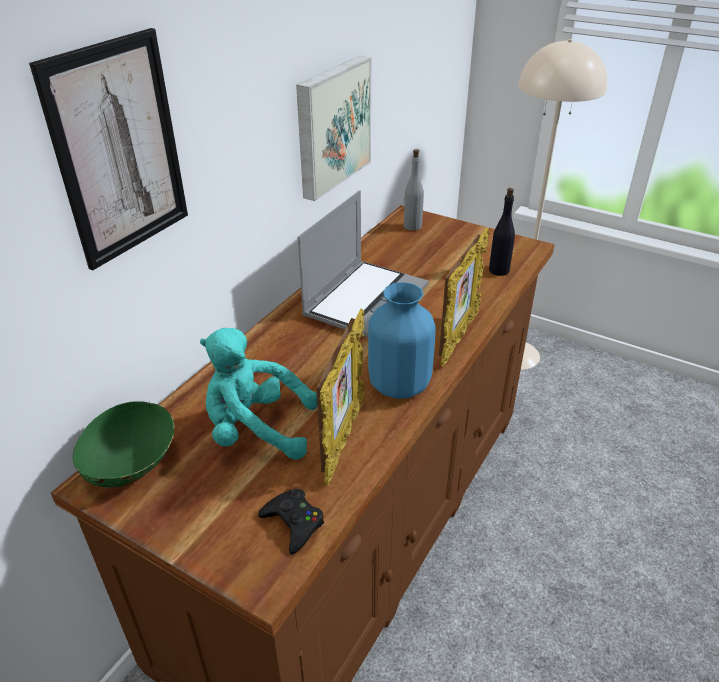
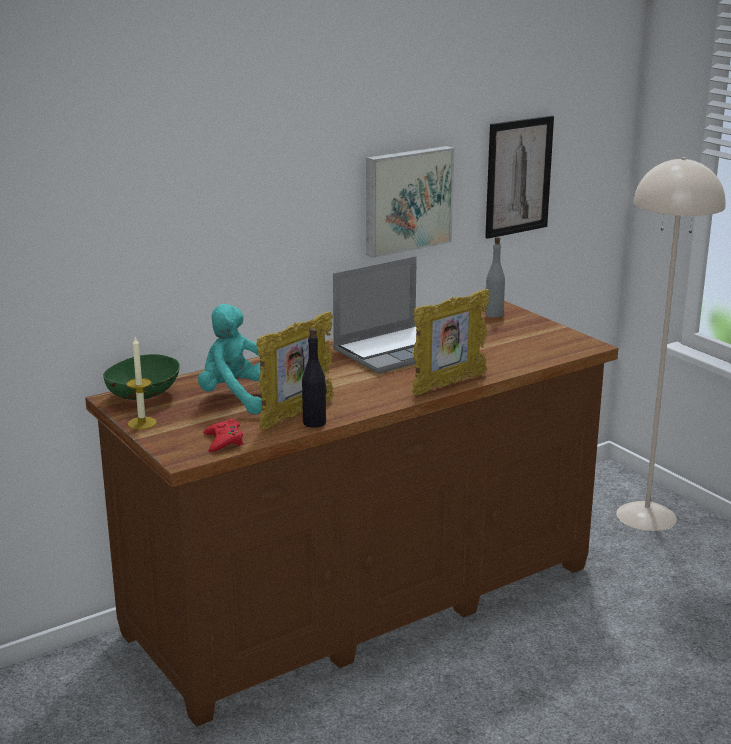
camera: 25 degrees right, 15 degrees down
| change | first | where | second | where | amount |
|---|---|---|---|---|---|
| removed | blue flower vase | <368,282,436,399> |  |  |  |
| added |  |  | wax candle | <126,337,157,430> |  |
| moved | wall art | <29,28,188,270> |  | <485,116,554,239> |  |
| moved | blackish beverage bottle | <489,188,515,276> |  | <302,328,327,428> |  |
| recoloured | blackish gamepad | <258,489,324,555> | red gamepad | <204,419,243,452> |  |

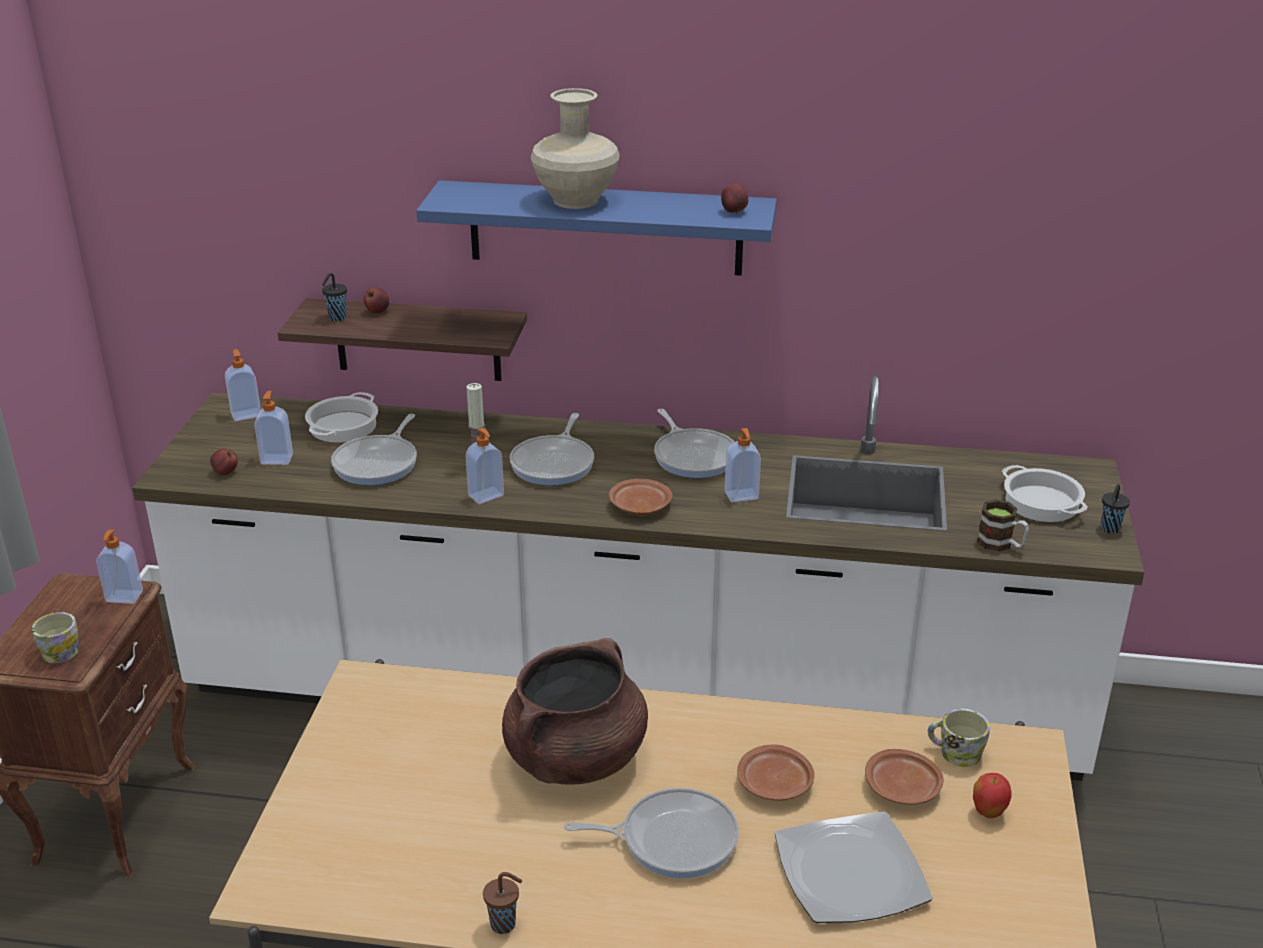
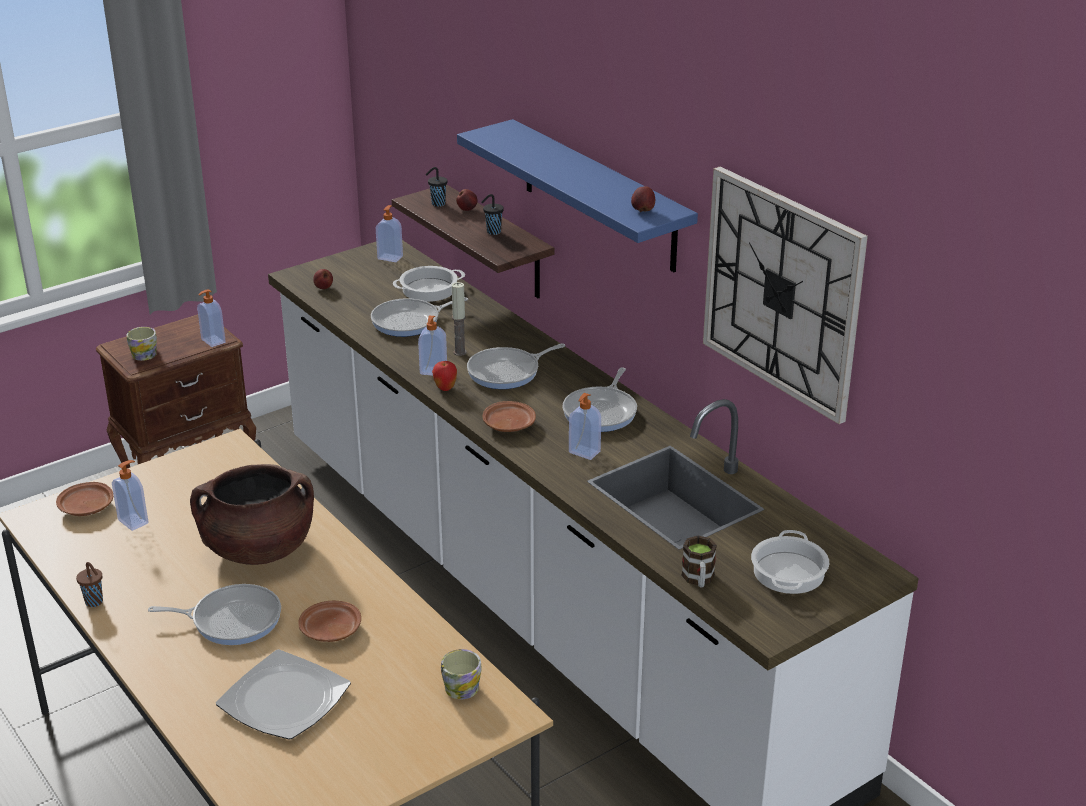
camera: 45 degrees right, 0 degrees up
| change | first | where | second | where | amount |
|---|---|---|---|---|---|
| removed | beige-coloured flower vase | <530,88,620,209> |  |  |  |
| added |  |  | clock on the wall | <703,166,868,424> |  |
| moved | soap bottle | <254,391,293,465> |  | <112,460,148,531> |  |
| moved | brown-coloured dinner plate | <865,749,944,805> |  | <56,482,113,516> |  |
| moved | whole apple | <973,773,1012,818> |  | <432,361,457,391> |  |
| moved | blackish drinking cup | <1101,484,1130,534> |  | <481,194,504,235> |  |
| turned | frying pan | <564,788,739,879> |  | <148,584,281,645> | 45 degrees counterclockwise |

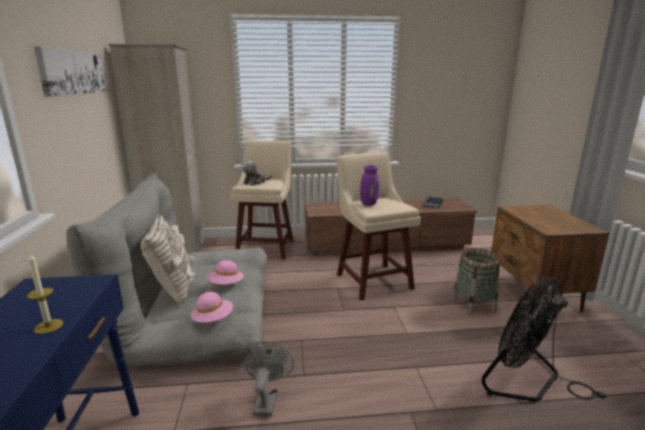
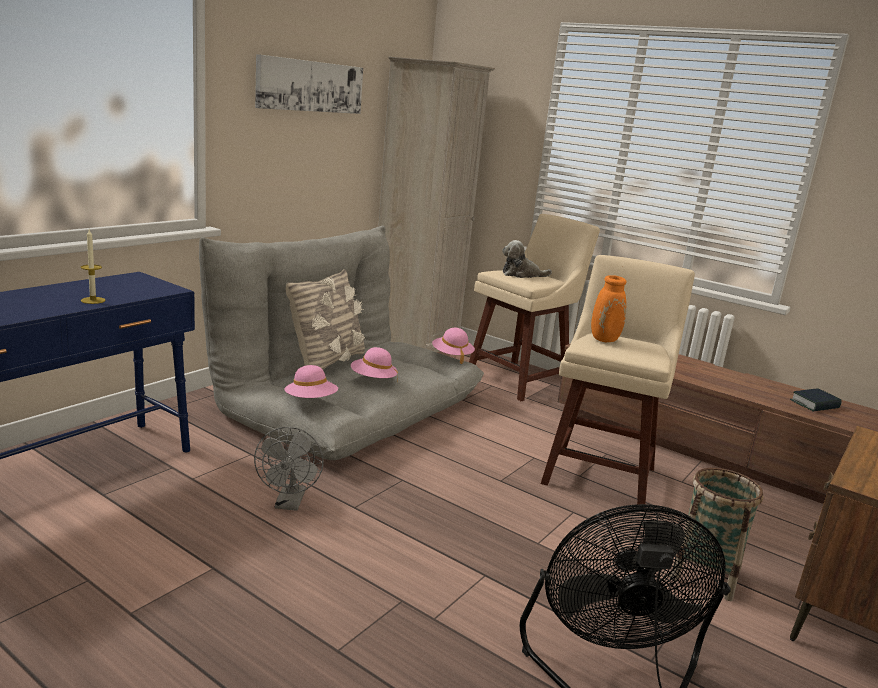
camera: 40 degrees right, 0 degrees up
| change | first | where | second | where | amount |
|---|---|---|---|---|---|
| added |  |  | pink wearable hat | <432,328,475,364> |  |
| recoloured | purple flower vase | <360,165,379,206> | orange-coloured flower vase | <591,275,627,342> |  |
| turned | greyish cooling fan | <240,341,294,417> |  | <254,427,323,511> | 135 degrees clockwise |

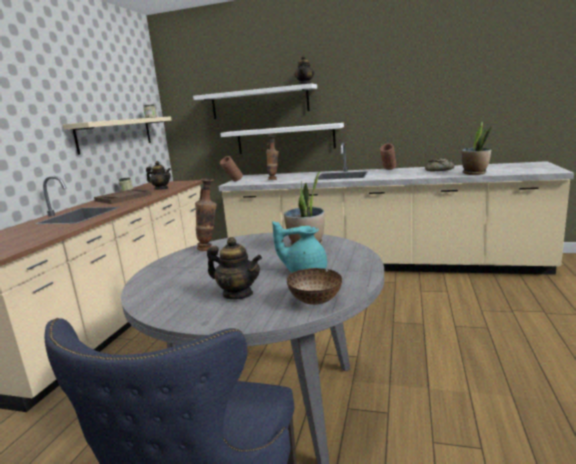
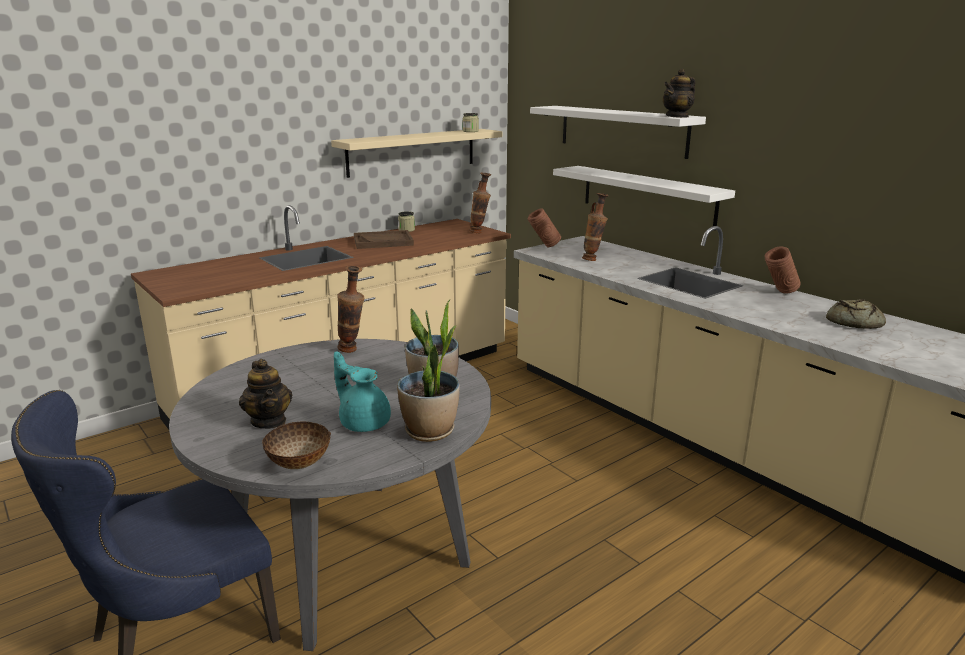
camera: 35 degrees right, 5 degrees up
| change | first | where | second | where | amount |
|---|---|---|---|---|---|
| removed | pot for tea | <146,161,171,190> |  |  |  |
| added |  |  | flower vase | <469,173,491,233> |  |
| moved | plant in a pot | <462,122,492,175> |  | <397,325,460,442> |  |

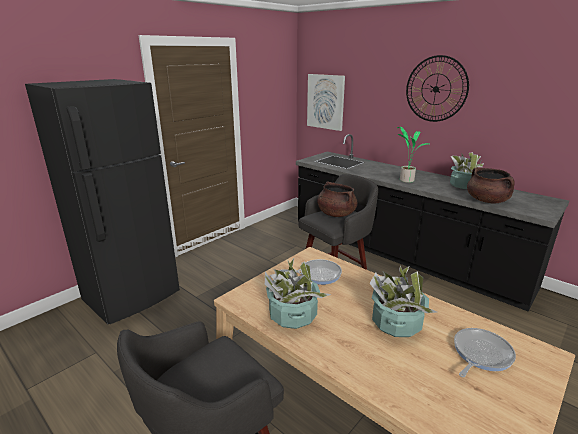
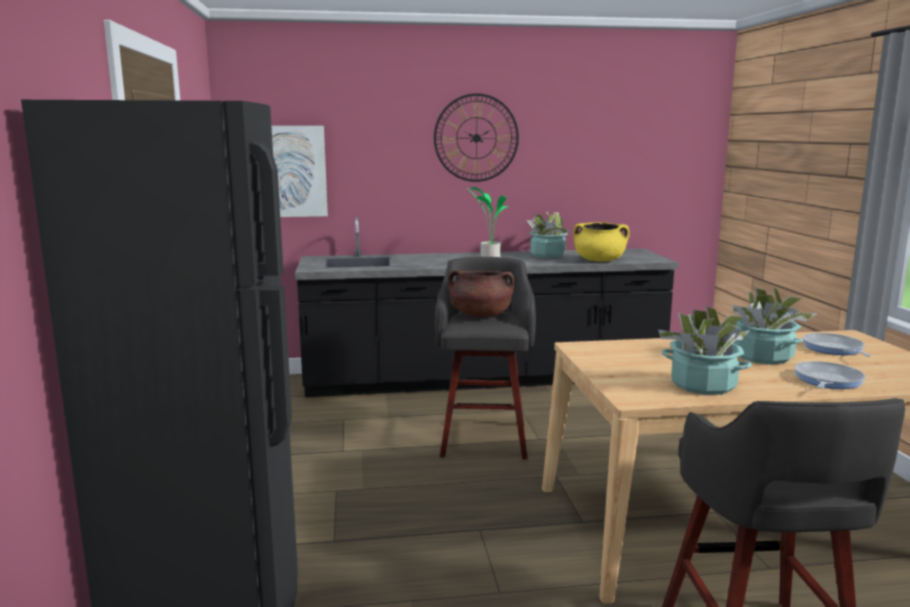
camera: 50 degrees left, 10 degrees down
| change | first | where | second | where | amount |
|---|---|---|---|---|---|
| moved | frying pan | <279,259,342,285> |  | <794,361,865,389> |  |
| recoloured | brown-coloured saucepot | <467,168,514,204> | yellow-coloured saucepot | <573,222,630,262> |  |

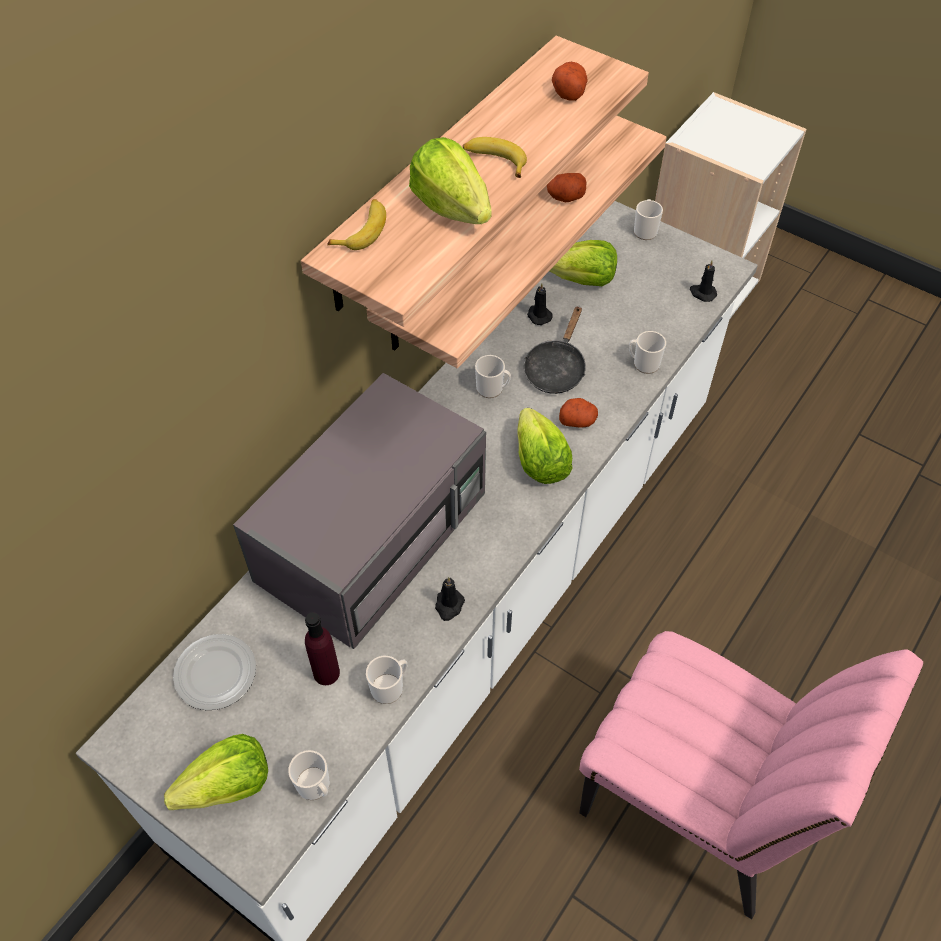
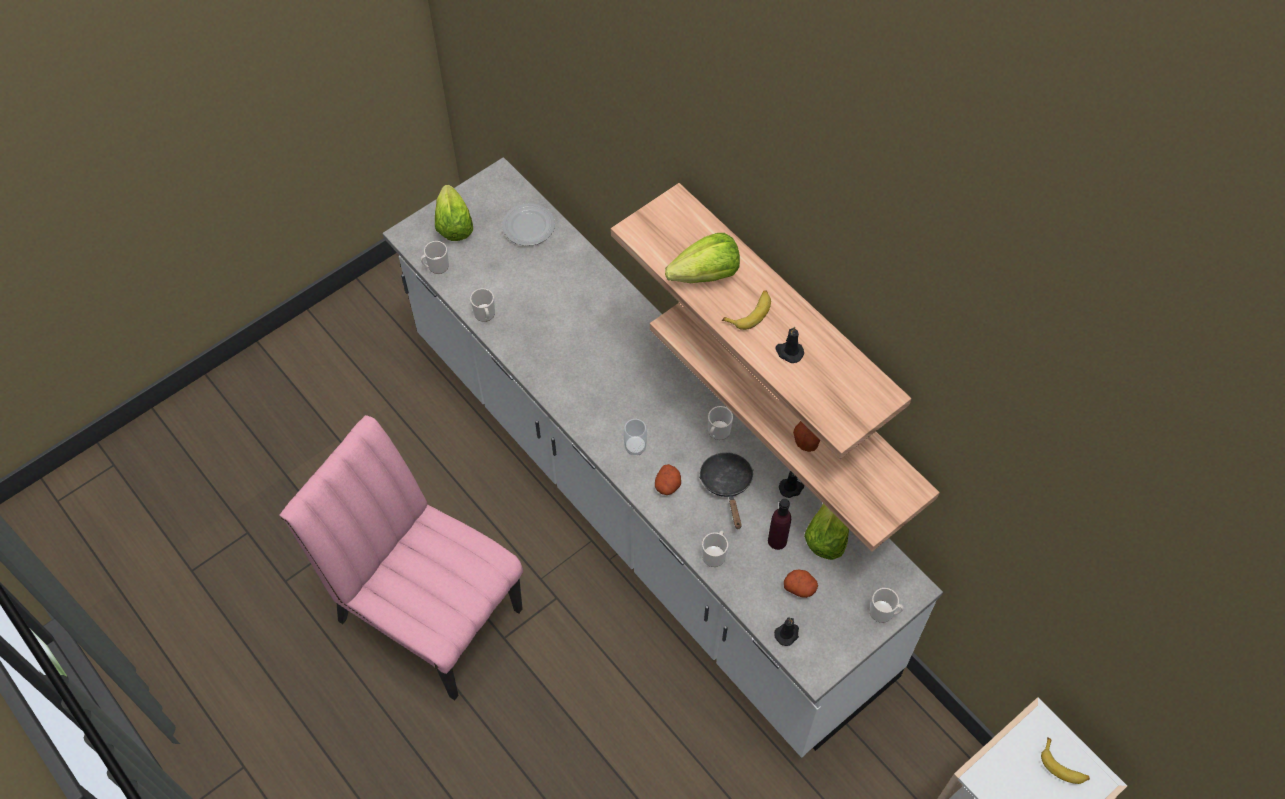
camera: 105 degrees right, 5 degrees up
| change | first | where | second | where | amount |
|---|---|---|---|---|---|
| removed | greyish microwave oven | <233,373,486,649> |  |  |  |
| moved | purple beverage bottle | <305,613,340,685> |  | <768,499,791,550> |  |
| moved | whole banana | <327,199,386,250> |  | <1041,737,1090,784> |  |
| moved | blackish wax candle | <435,577,465,621> |  | <775,326,804,363> |  |
| moved | spud | <552,62,588,101> |  | <784,569,818,598> |  |
| replaced | lettuce | <517,408,573,484> | drinking cup | <624,419,647,455> |  |
| turned | blackish frying pan | <524,306,586,394> |  | <699,452,754,529> | 45 degrees clockwise |
| turned | pink chair | <579,631,923,919> |  | <279,415,523,700> | 75 degrees clockwise |

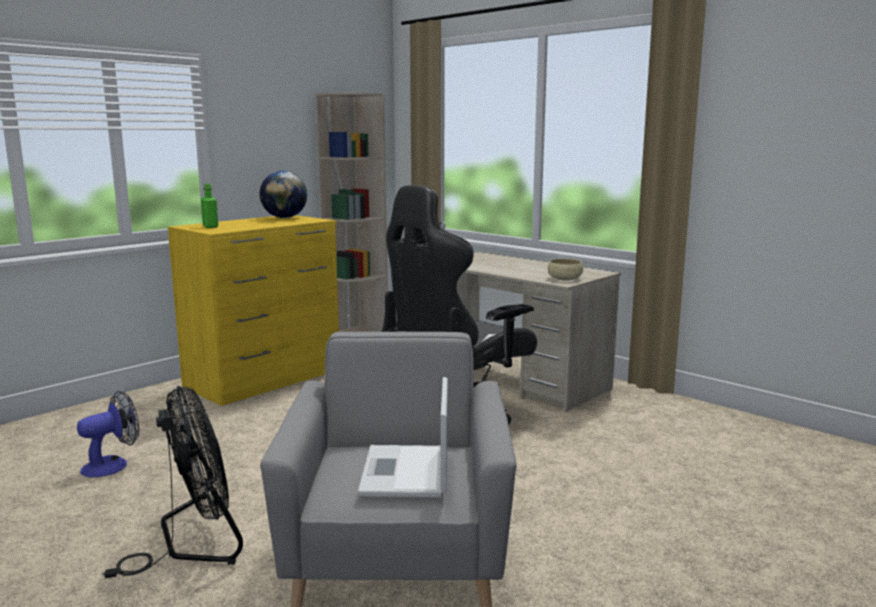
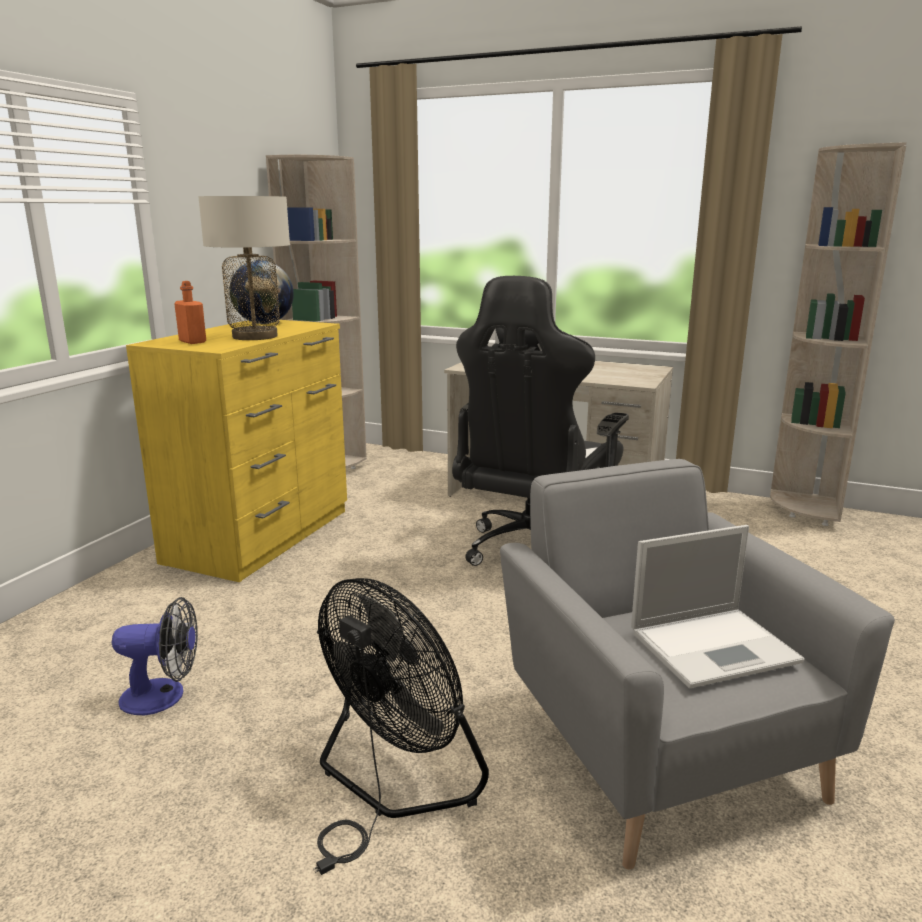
camera: 20 degrees left, 5 degrees up
| change | first | where | second | where | amount |
|---|---|---|---|---|---|
| removed | beige-coloured deep dish | <548,259,583,281> |  |  |  |
| added |  |  | lamp for a table | <198,196,290,340> |  |
| added |  |  | beige-coloured shelving unit | <770,142,907,526> |  |
| recoloured | greenish beverage bottle | <201,183,218,228> | orange-coloured beverage bottle | <174,281,206,344> |  |
| turned | cooling fan | <77,391,139,477> |  | <112,597,198,715> | 60 degrees clockwise |
| turned | laptop | <358,377,448,497> |  | <631,525,805,688> | 90 degrees counterclockwise |

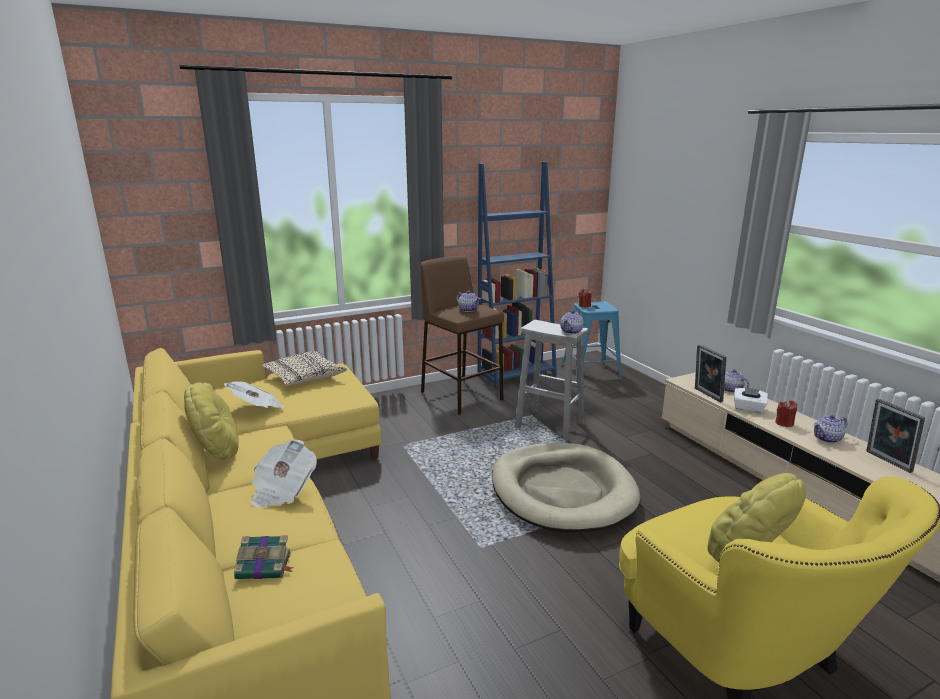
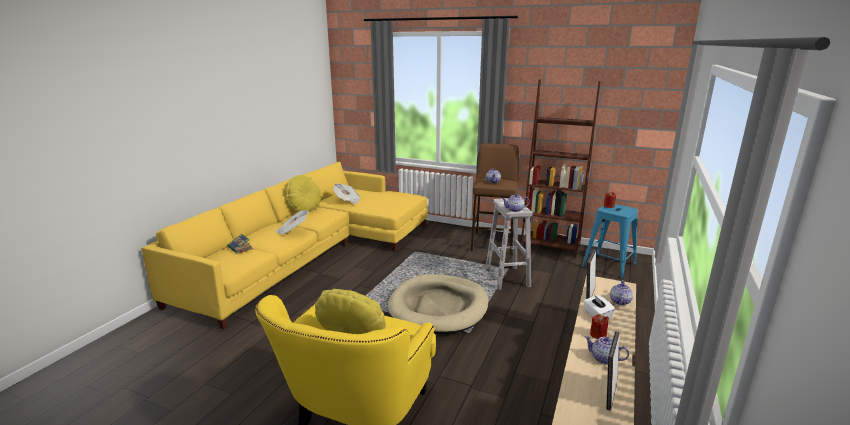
camera: 50 degrees right, 0 degrees up
| change | first | where | second | where | amount |
|---|---|---|---|---|---|
| removed | beige-coloured throw pillow | <262,351,347,386> |  |  |  |
| recoloured | blue shelving unit | <478,162,557,390> | brown-coloured shelving unit | <521,79,601,258> |  |

